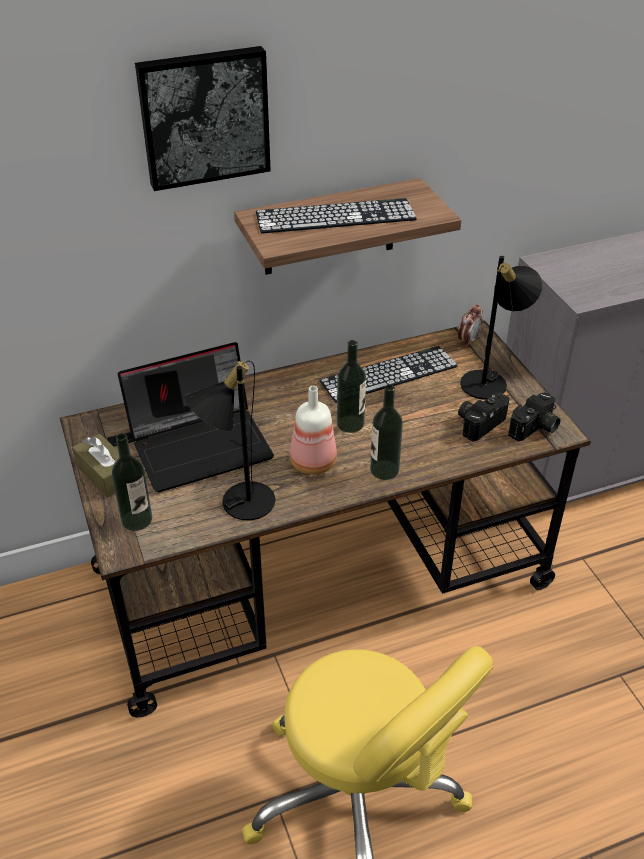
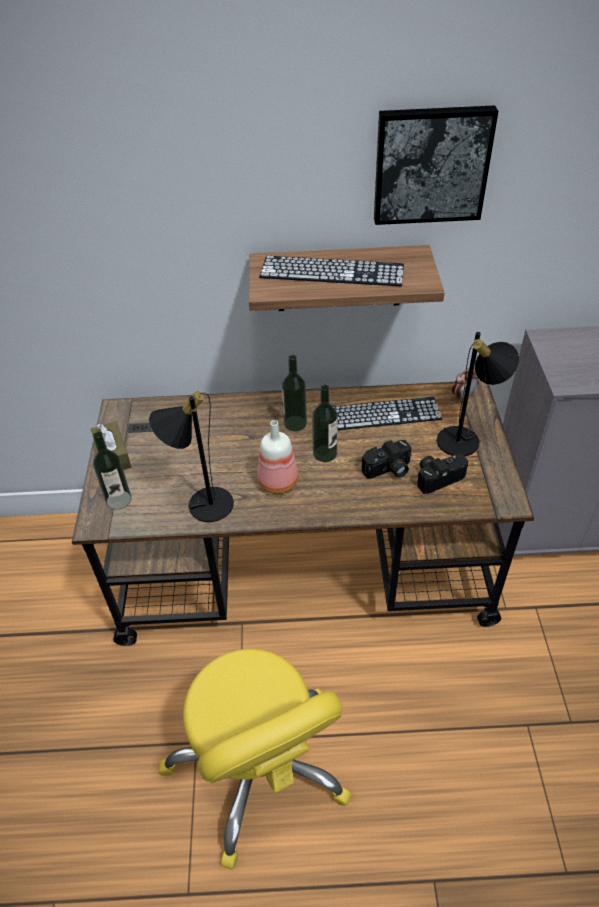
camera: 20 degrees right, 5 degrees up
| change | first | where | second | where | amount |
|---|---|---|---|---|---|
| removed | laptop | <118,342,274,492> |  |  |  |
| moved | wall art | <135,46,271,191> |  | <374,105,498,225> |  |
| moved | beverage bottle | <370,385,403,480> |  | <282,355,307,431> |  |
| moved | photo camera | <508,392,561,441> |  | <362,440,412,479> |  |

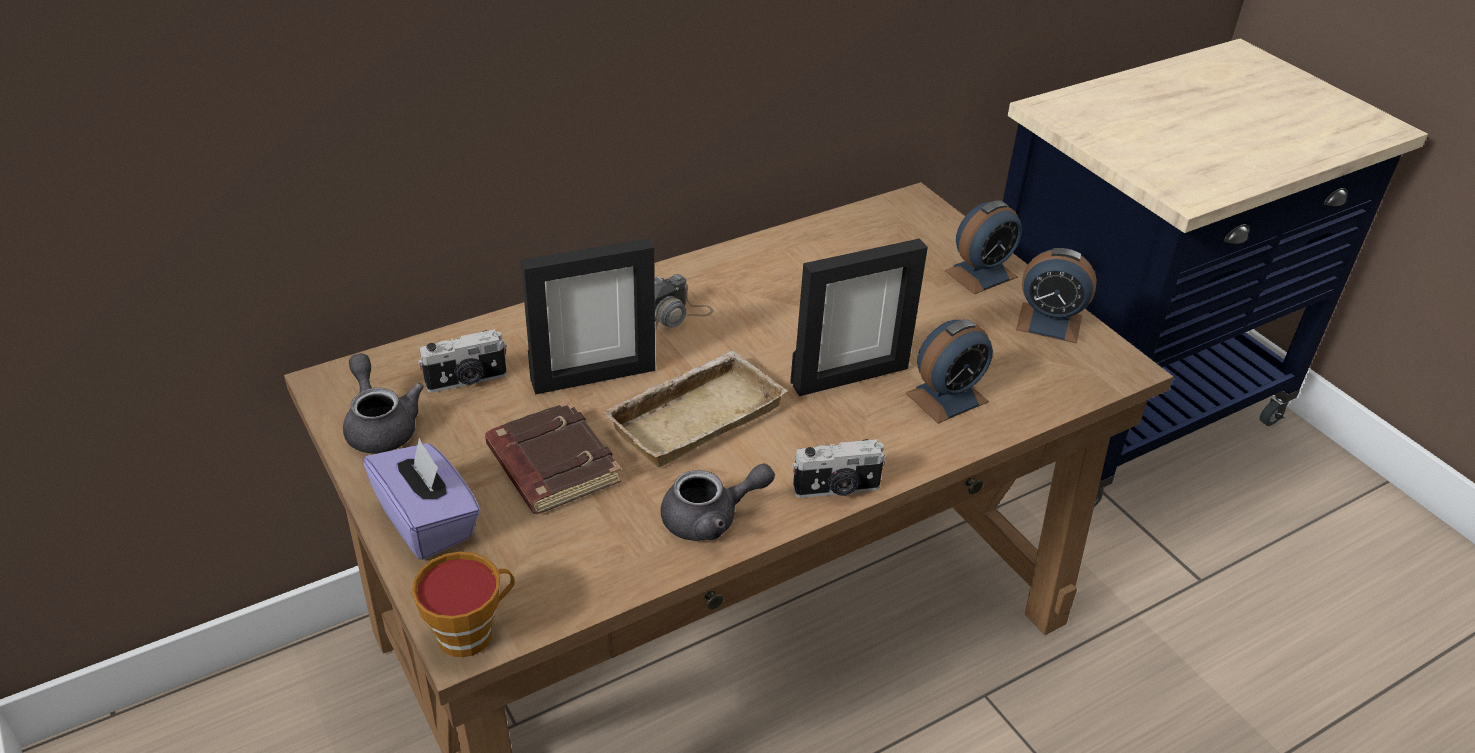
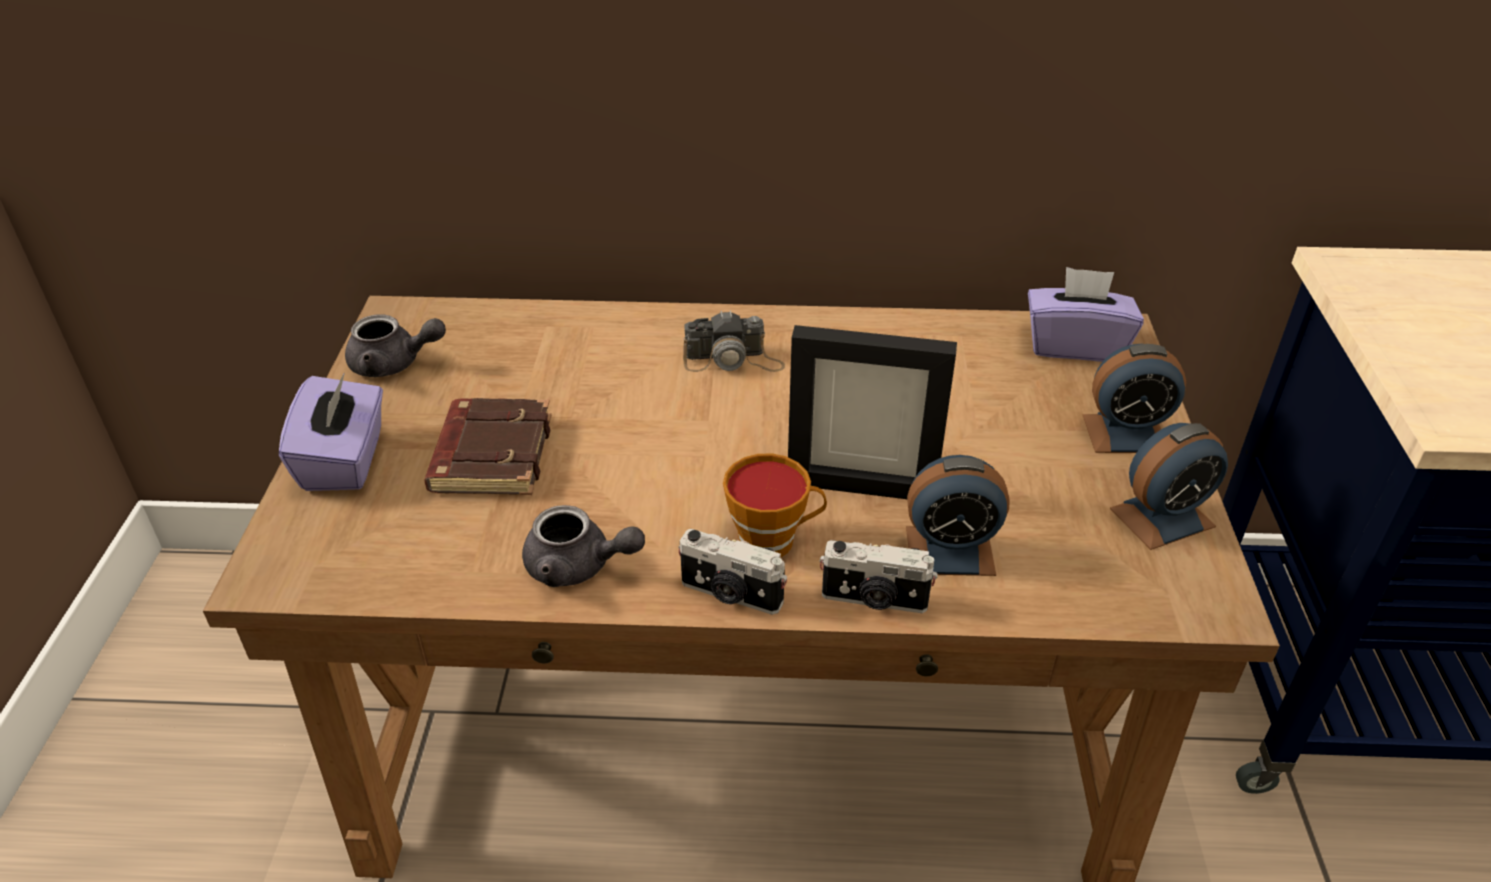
camera: 35 degrees right, 0 degrees up
| change | first | where | second | where | amount |
|---|---|---|---|---|---|
| removed | photo frame | <521,238,655,394> |  |  |  |
| removed | beige-coloured carrying tray | <602,350,788,467> |  |  |  |
| added |  |  | purple tissue box | <1028,267,1144,362> |  |
| moved | drinking cup | <412,551,515,658> |  | <723,454,827,557> |  |
| moved | photo camera | <418,329,507,393> |  | <820,540,938,613> |  |
| turned | greyish pot for tea | <343,353,424,454> |  | <345,314,446,377> | 90 degrees clockwise |
| turned | bedside clock | <1016,248,1097,343> |  | <1110,423,1228,550> | 75 degrees counterclockwise |

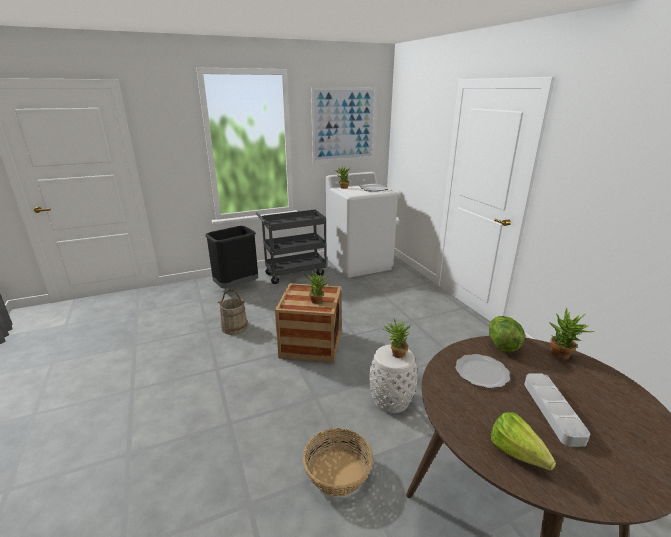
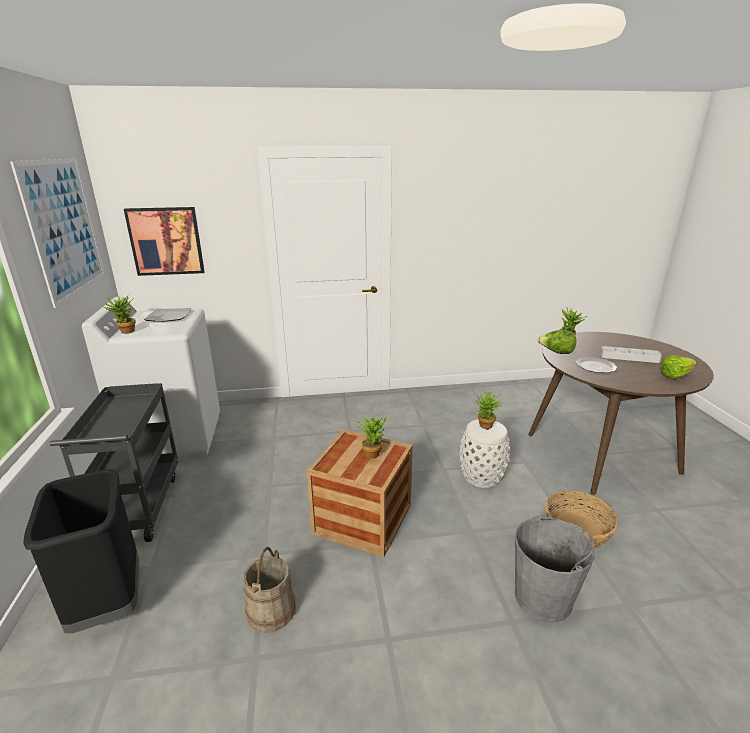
camera: 75 degrees left, 0 degrees up
| change | first | where | second | where | amount |
|---|---|---|---|---|---|
| added |  |  | wall art | <124,207,205,276> |  |
| added |  |  | greyish bucket | <515,515,594,623> |  |

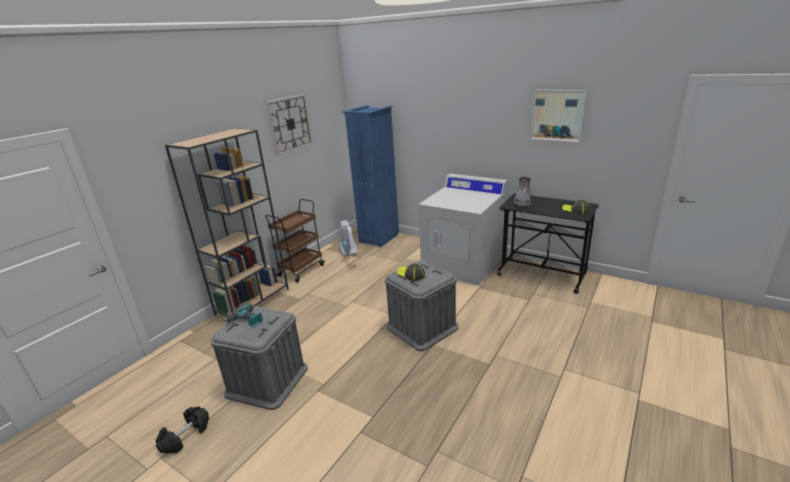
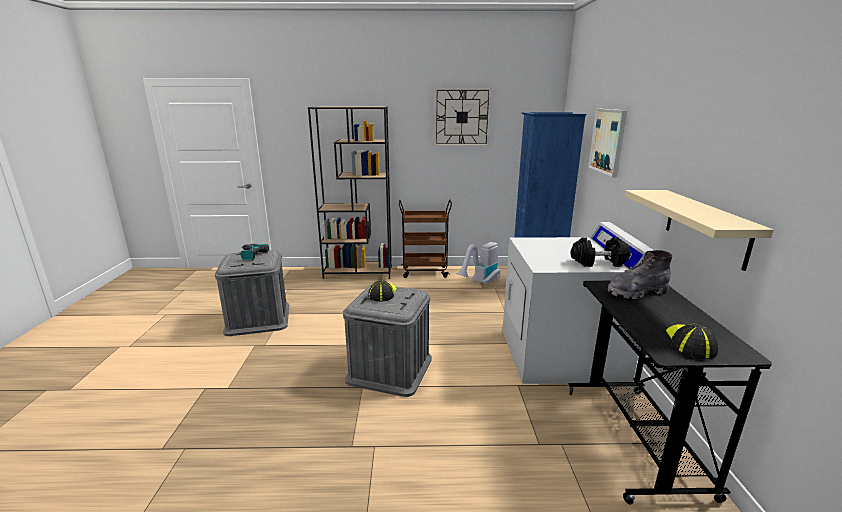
camera: 55 degrees right, 5 degrees down
| change | first | where | second | where | amount |
|---|---|---|---|---|---|
| added |  |  | beige-coloured wall shelf | <625,190,774,271> |  |
| moved | blackish free weight | <156,406,209,454> |  | <571,237,631,267> |  |
| moved | wall art | <531,90,587,142> |  | <588,109,627,177> |  |

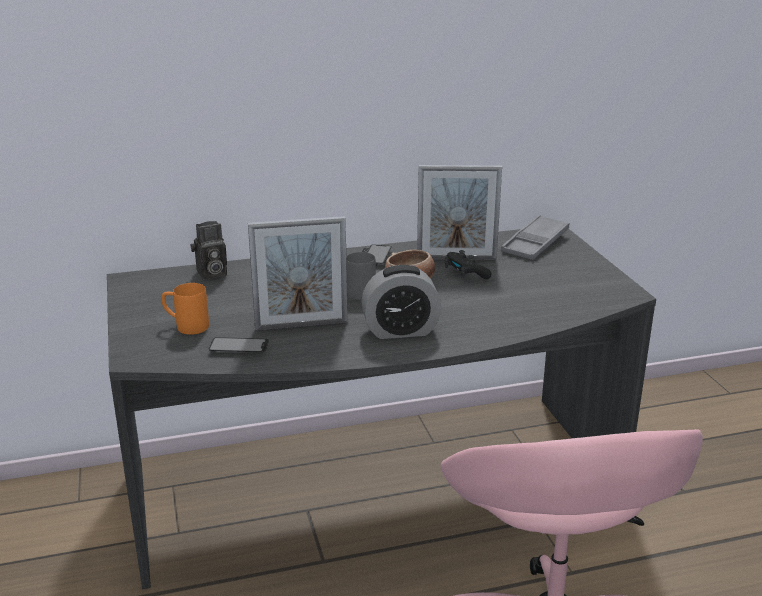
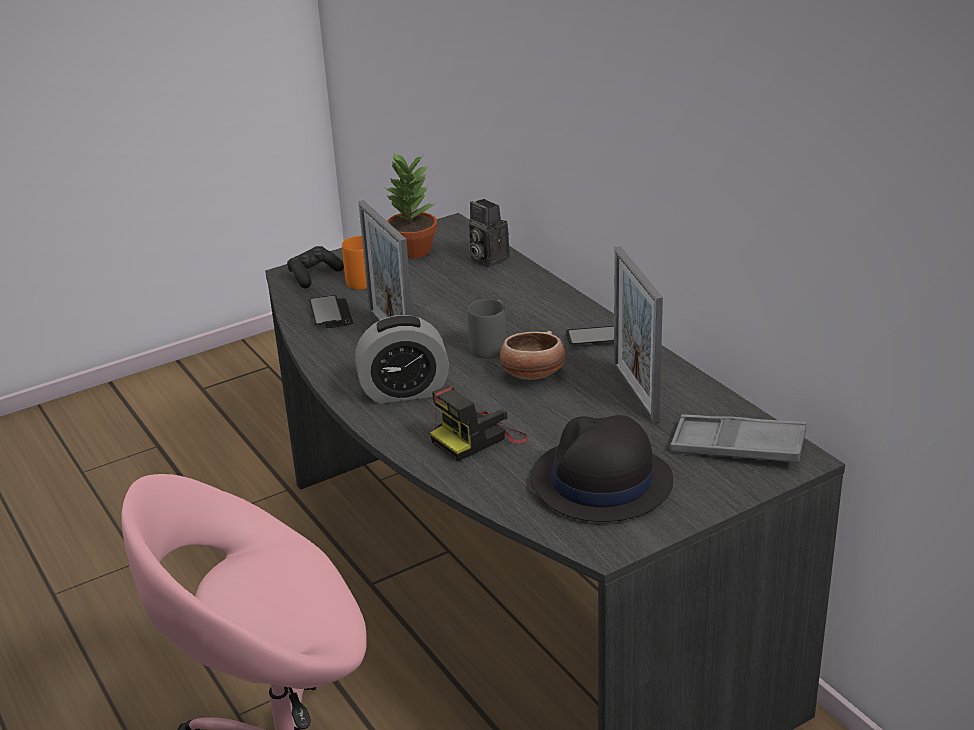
camera: 75 degrees right, 5 degrees up
| change | first | where | second | where | amount |
|---|---|---|---|---|---|
| added |  |  | plant in a pot | <385,153,437,258> |  |
| added |  |  | photo camera | <430,386,528,461> |  |
| added |  |  | blackish wearable hat | <530,415,673,522> |  |
| moved | blackish gamepad | <445,250,492,279> |  | <287,246,344,288> |  |
| turned | bedside clock | <362,265,441,339> |  | <355,315,449,404> | 75 degrees counterclockwise |

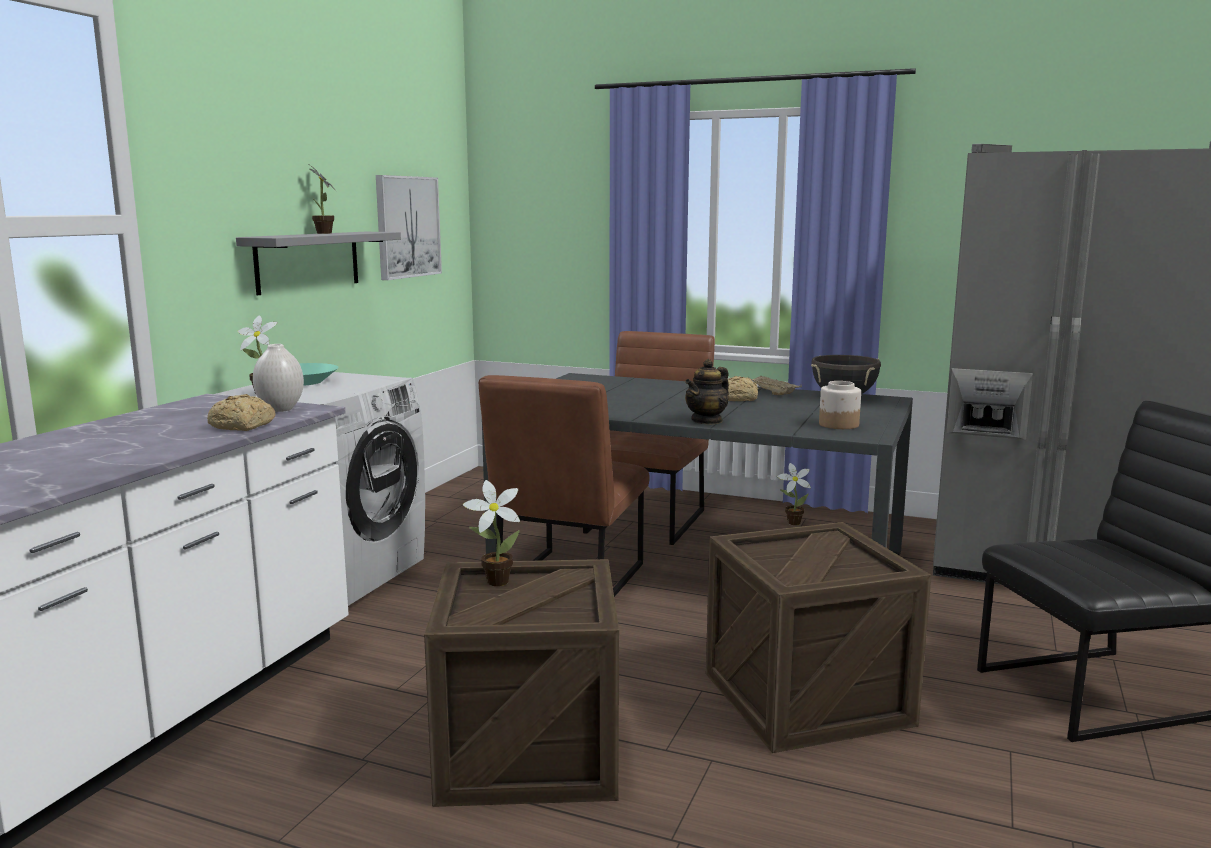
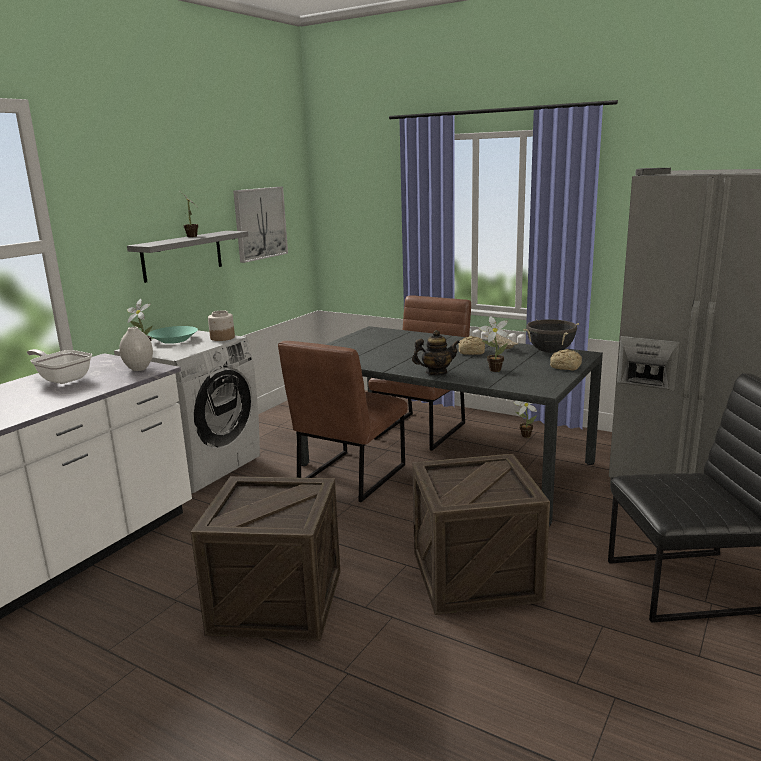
camera: 10 degrees right, 5 degrees up
| change | first | where | second | where | amount |
|---|---|---|---|---|---|
| added |  |  | frying pan | <27,349,92,384> |  |
| moved | bread | <207,394,275,431> |  | <550,349,582,370> |  |
| moved | plant in a pot | <463,480,520,586> |  | <479,316,509,372> |  |
| moved | jar | <819,381,861,429> |  | <208,310,235,341> |  |
| turned | pot for tea | <685,359,729,425> |  | <412,330,460,375> | 150 degrees counterclockwise |

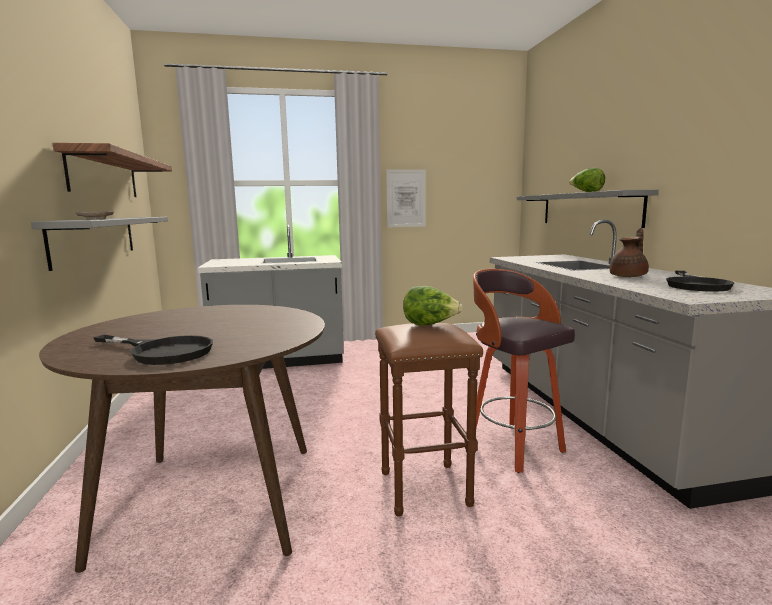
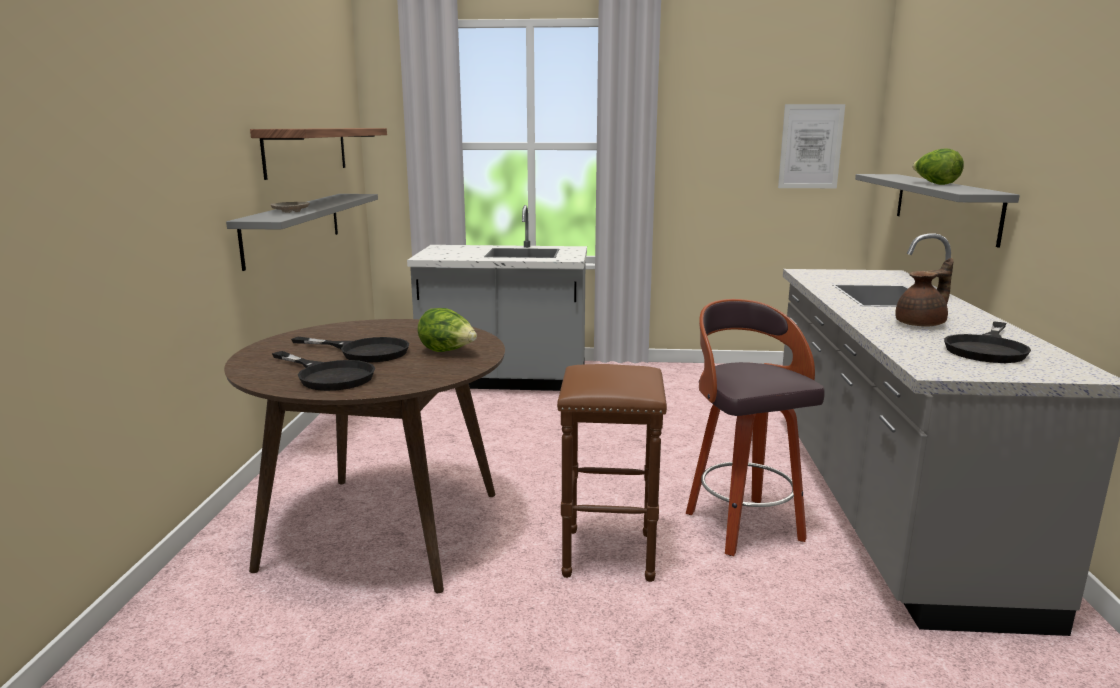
camera: 15 degrees right, 5 degrees up
| change | first | where | second | where | amount |
|---|---|---|---|---|---|
| added |  |  | blackish frying pan | <291,337,409,363> |  |
| moved | wall art | <386,169,426,228> |  | <778,104,845,188> |  |
| moved | lettuce | <403,286,463,326> |  | <417,308,477,352> |  |

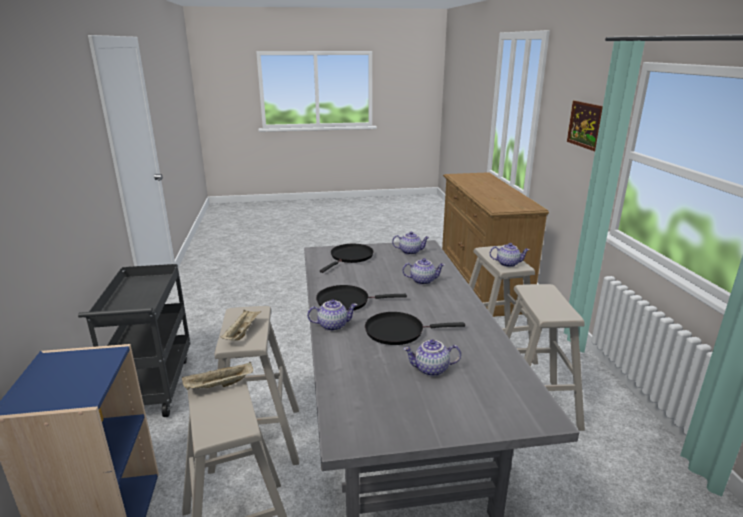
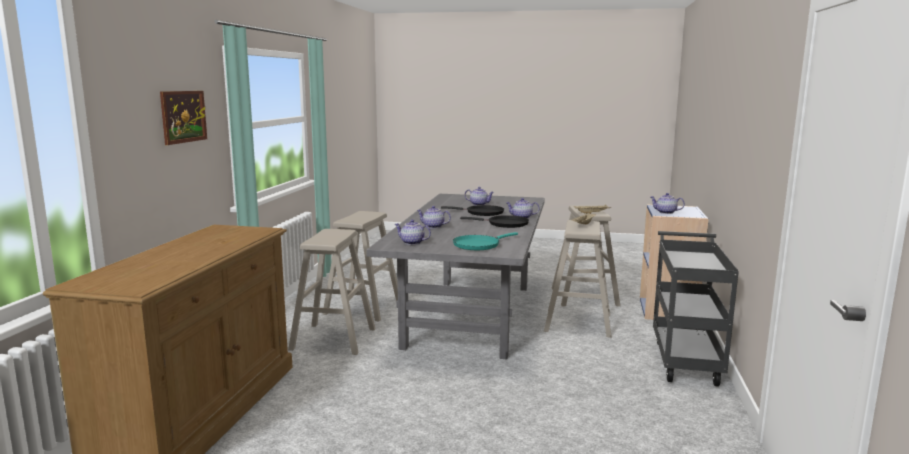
camera: 160 degrees left, 10 degrees down
| change | first | where | second | where | amount |
|---|---|---|---|---|---|
| moved | pot for tea | <490,243,530,267> |  | <651,193,685,214> |  |
| recoloured | blackish frying pan | <320,244,374,273> | turquoise frying pan | <453,232,518,250> |  |

